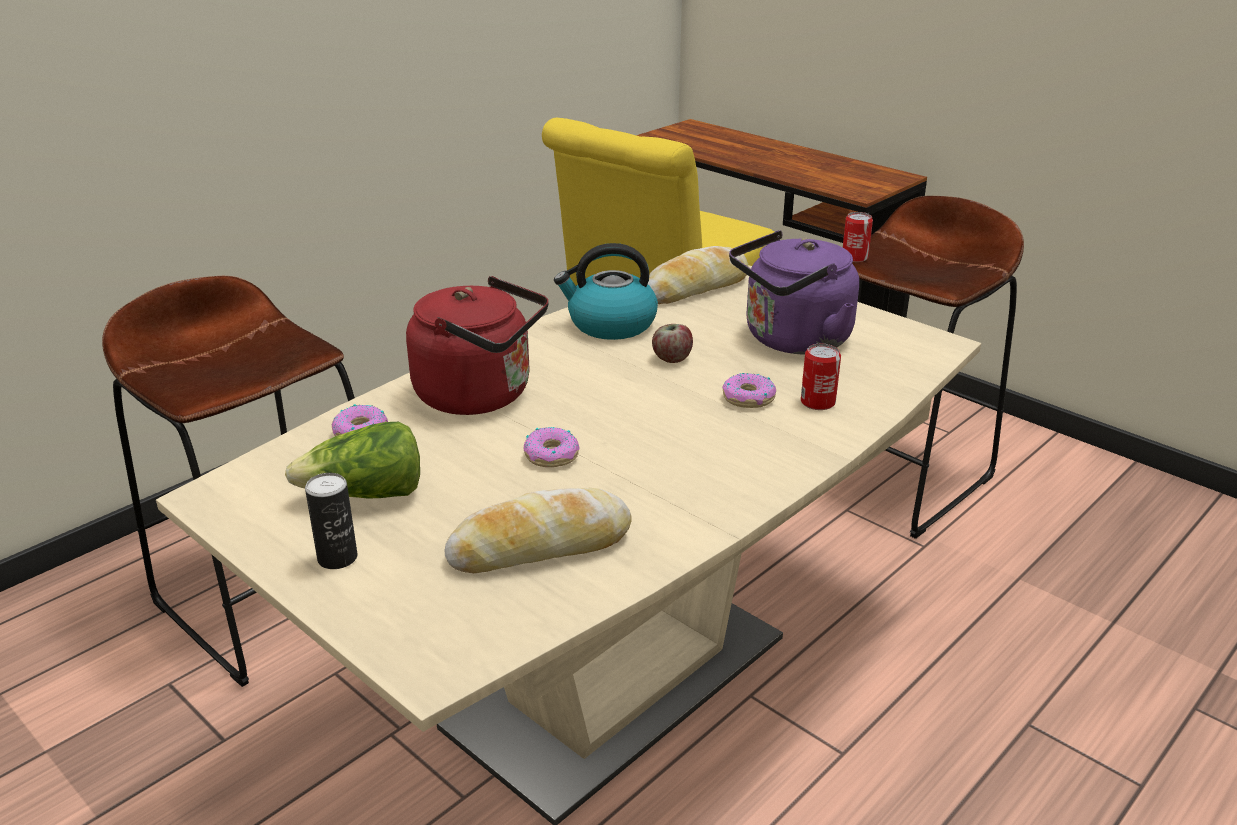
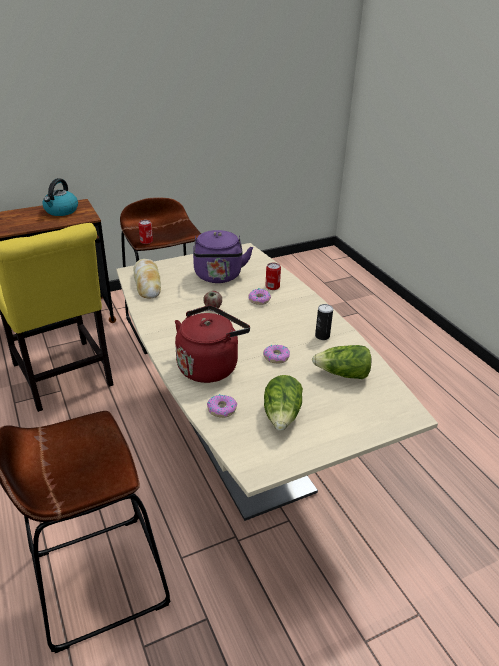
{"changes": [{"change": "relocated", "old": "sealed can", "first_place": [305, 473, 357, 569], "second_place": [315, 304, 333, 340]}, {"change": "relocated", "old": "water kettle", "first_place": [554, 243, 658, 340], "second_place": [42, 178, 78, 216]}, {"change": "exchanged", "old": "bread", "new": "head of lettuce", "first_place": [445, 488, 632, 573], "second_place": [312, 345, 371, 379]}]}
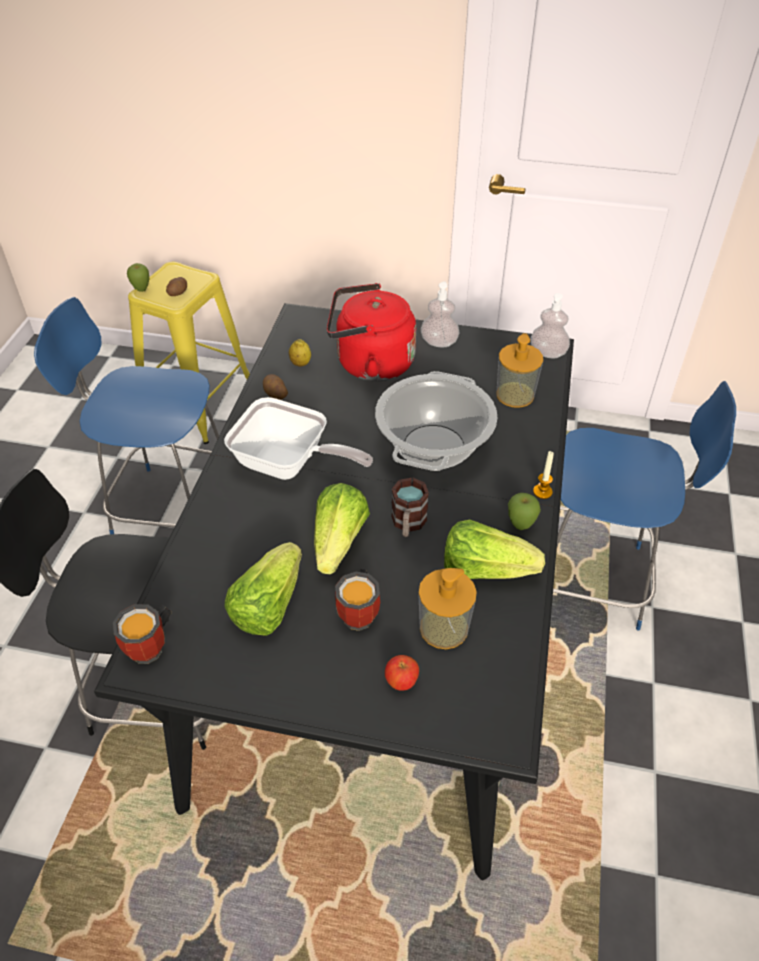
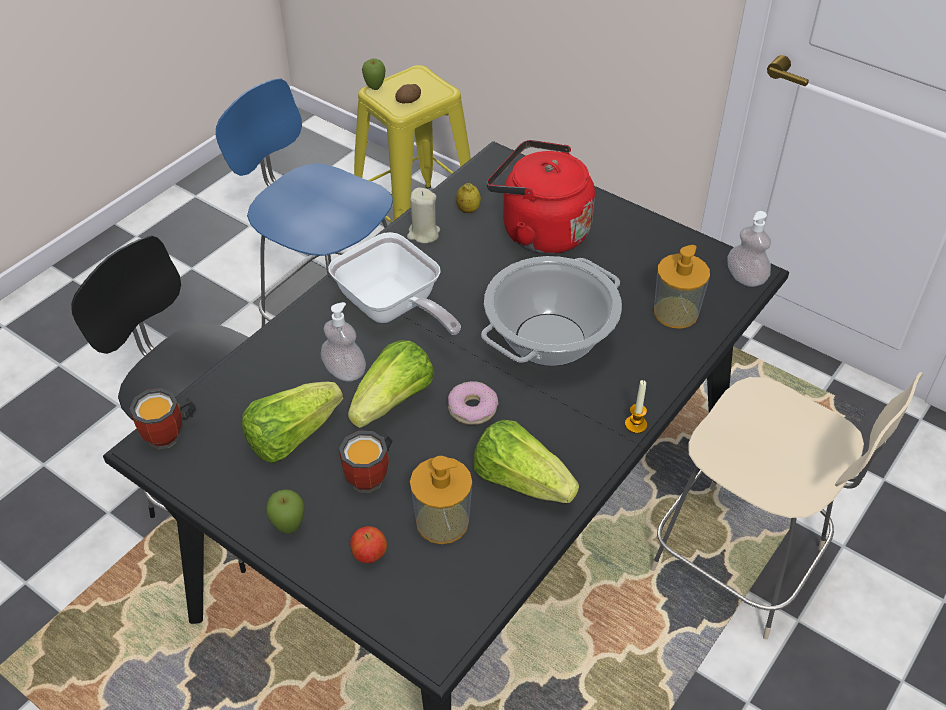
{"changes": [{"change": "relocated", "old": "liquid soap bottle", "first_place": [421, 281, 459, 347], "second_place": [321, 302, 366, 382]}, {"change": "relocated", "old": "apple fruit", "first_place": [508, 493, 541, 530], "second_place": [266, 489, 305, 534]}, {"change": "exchanged", "old": "potato", "new": "candle (beige)", "first_place": [263, 374, 288, 400], "second_place": [407, 188, 440, 243]}, {"change": "exchanged", "old": "mug", "new": "donut", "first_place": [391, 477, 429, 537], "second_place": [448, 381, 498, 425]}, {"change": "colour", "old": "chair (blue)", "new": "chair (beige)", "first_place": [553, 381, 736, 630], "second_place": [650, 372, 923, 639]}]}
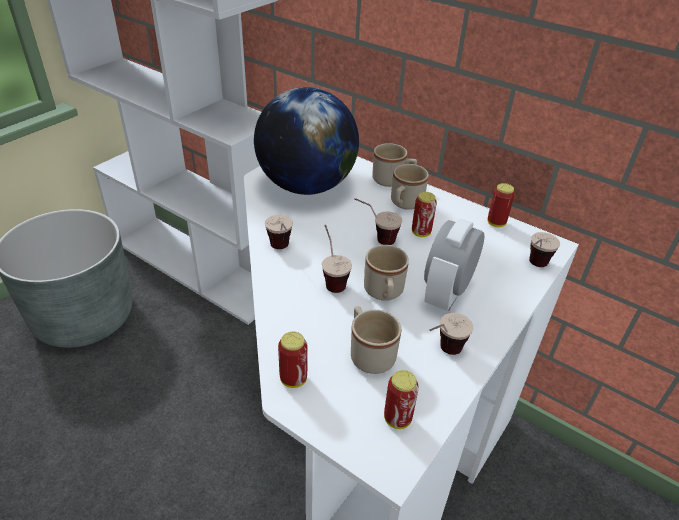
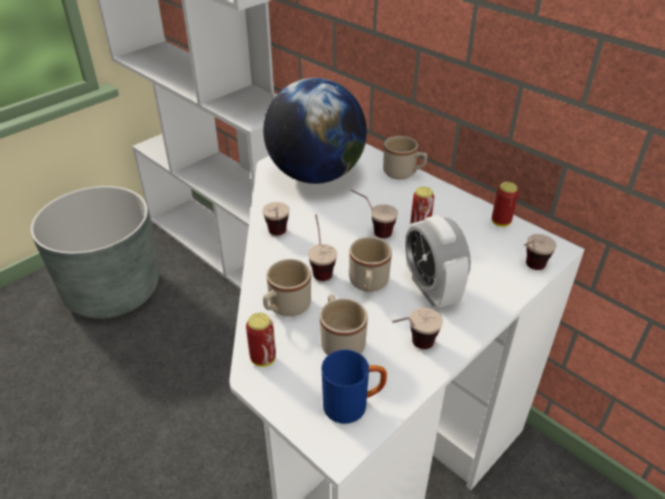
{"changes": [{"change": "relocated", "old": "mug (beige)", "first_place": [391, 164, 429, 210], "second_place": [263, 259, 311, 317]}, {"change": "exchanged", "old": "sealed can", "new": "mug (blue)", "first_place": [384, 370, 419, 429], "second_place": [322, 350, 387, 424]}, {"change": "spun", "old": "bedside clock", "first_place": [424, 218, 484, 311], "second_place": [405, 215, 471, 308], "degrees": -60}]}
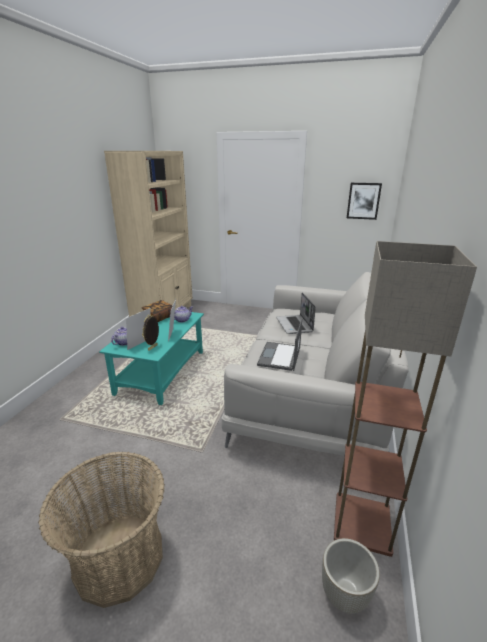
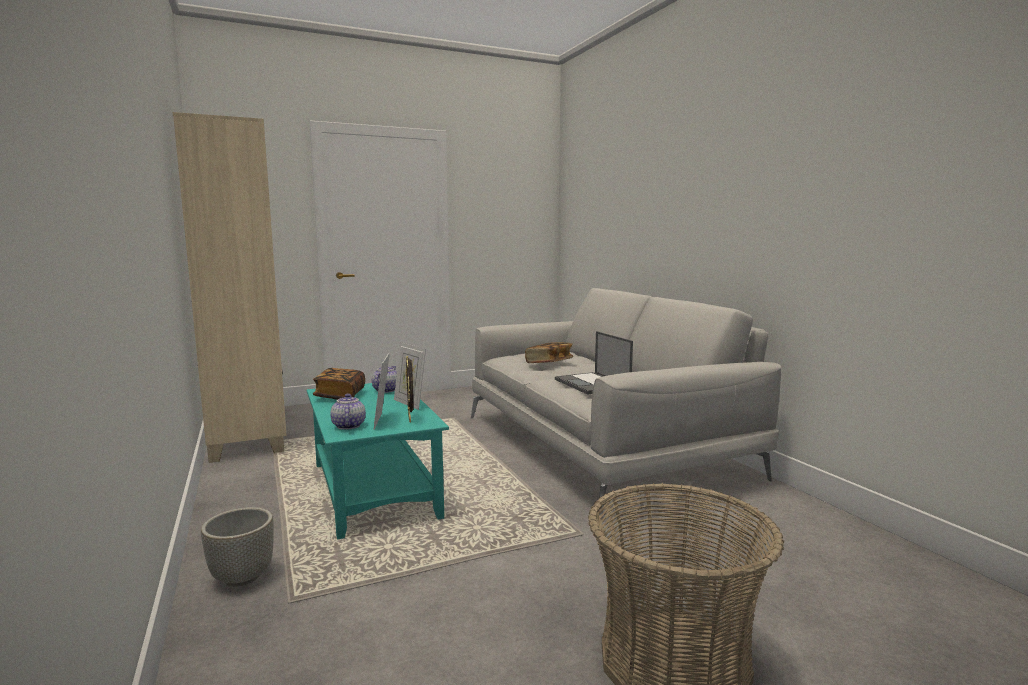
{"changes": [{"change": "missing", "old": "standing lamp", "first_place": [334, 241, 477, 557]}, {"change": "missing", "old": "wall art", "first_place": [347, 183, 382, 220]}, {"change": "relocated", "old": "plant pot (greyish)", "first_place": [322, 538, 380, 614], "second_place": [201, 507, 274, 587]}, {"change": "exchanged", "old": "laptop", "new": "book", "first_place": [276, 293, 316, 334], "second_place": [525, 342, 573, 363]}]}
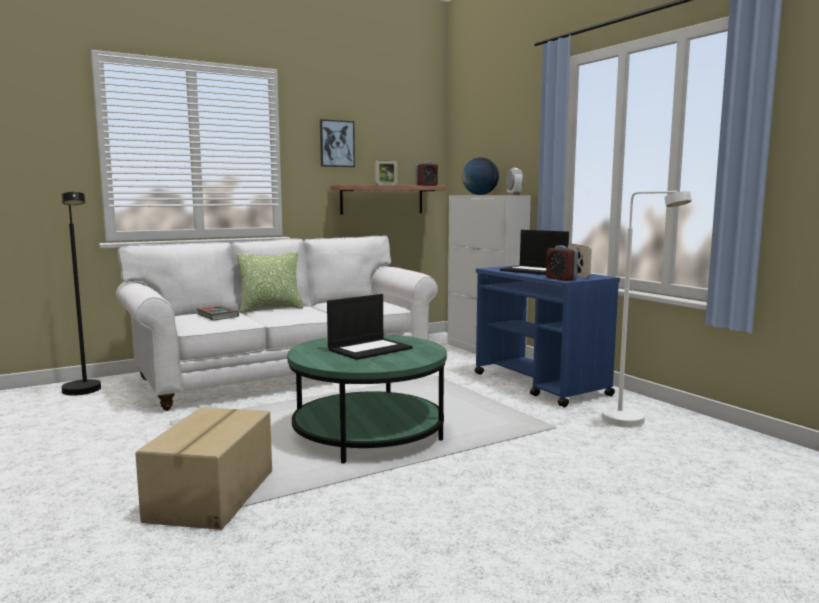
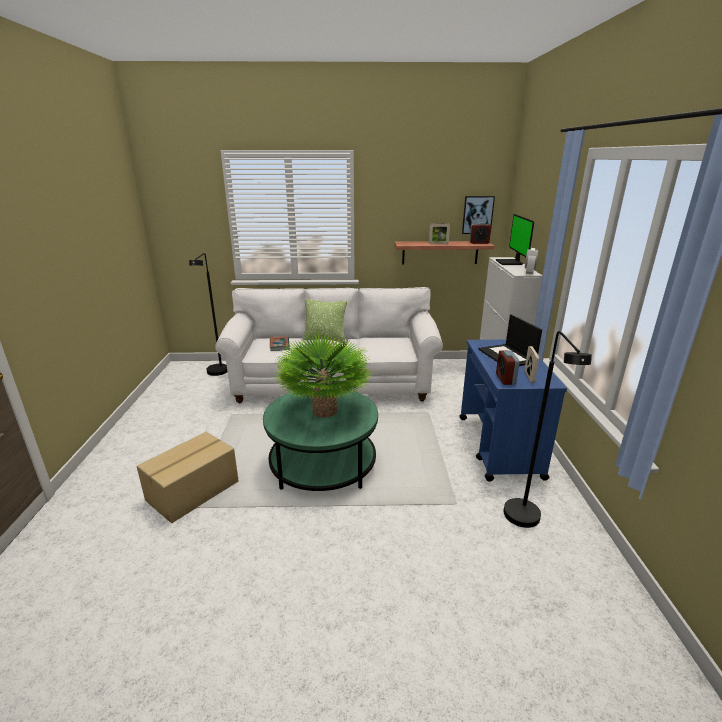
{"changes": [{"change": "relocated", "old": "wall art", "first_place": [320, 119, 355, 167], "second_place": [462, 196, 495, 234]}, {"change": "exchanged", "old": "laptop", "new": "potted plant", "first_place": [327, 294, 413, 360], "second_place": [274, 332, 373, 418]}, {"change": "exchanged", "old": "world globe", "new": "computer display", "first_place": [462, 157, 499, 195], "second_place": [496, 214, 534, 265]}, {"change": "colour", "old": "standing lamp (white)", "new": "standing lamp (black)", "first_place": [602, 191, 692, 428], "second_place": [503, 331, 592, 528]}]}
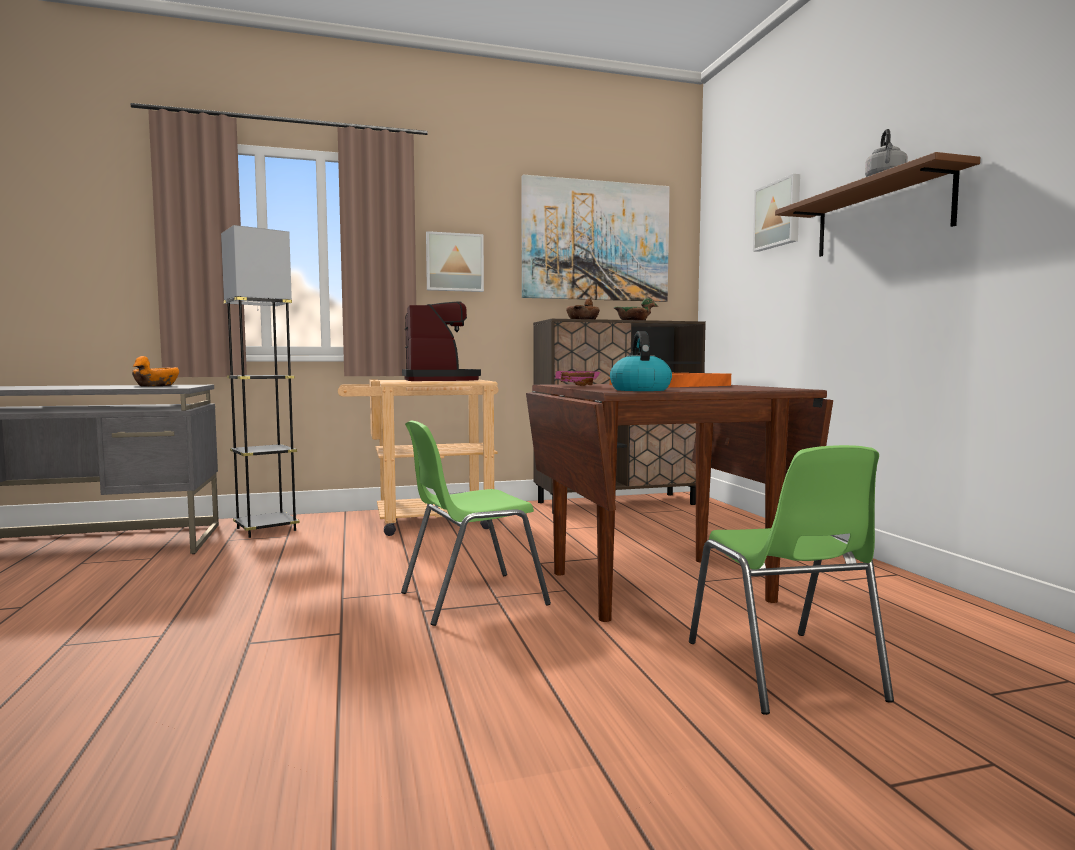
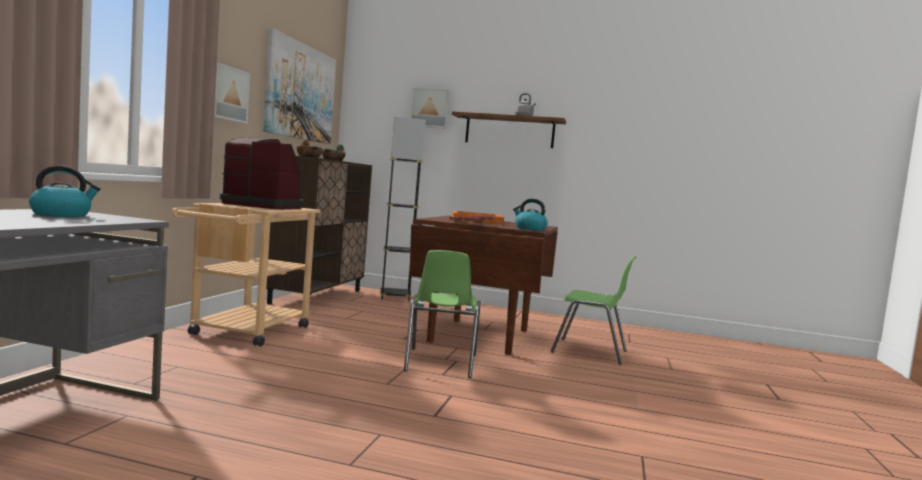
{"changes": [{"change": "relocated", "old": "standing lamp (greyish)", "first_place": [221, 225, 300, 538], "second_place": [380, 116, 426, 301]}, {"change": "exchanged", "old": "bowl (orange-coloured)", "new": "water kettle", "first_place": [132, 356, 179, 386], "second_place": [29, 166, 101, 217]}]}
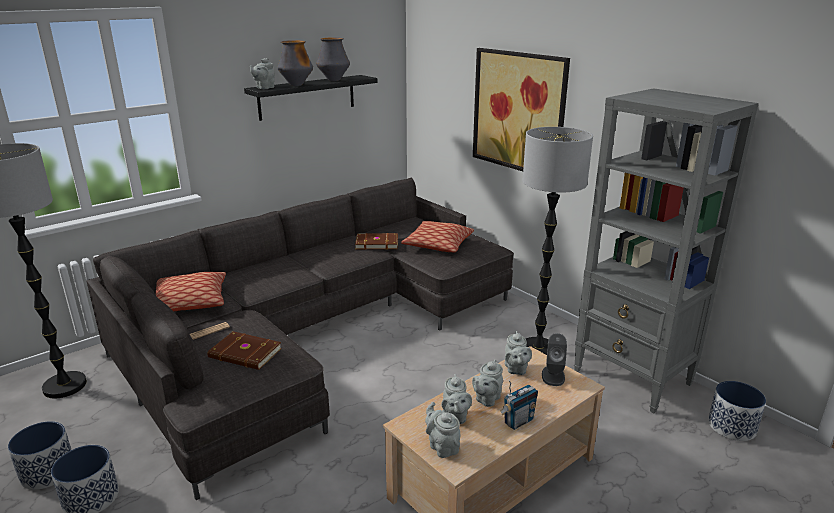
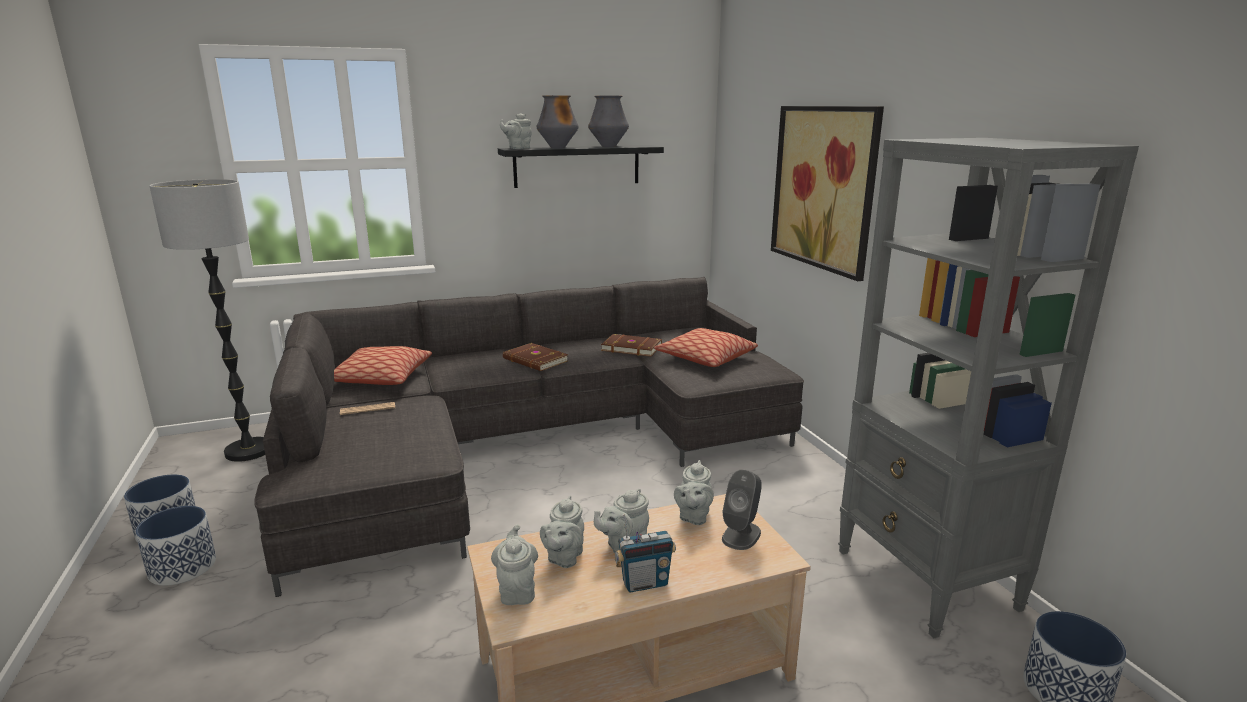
{"changes": [{"change": "missing", "old": "standing lamp", "first_place": [523, 127, 593, 355]}, {"change": "relocated", "old": "book (brownish)", "first_place": [207, 331, 282, 370], "second_place": [503, 343, 568, 371]}]}
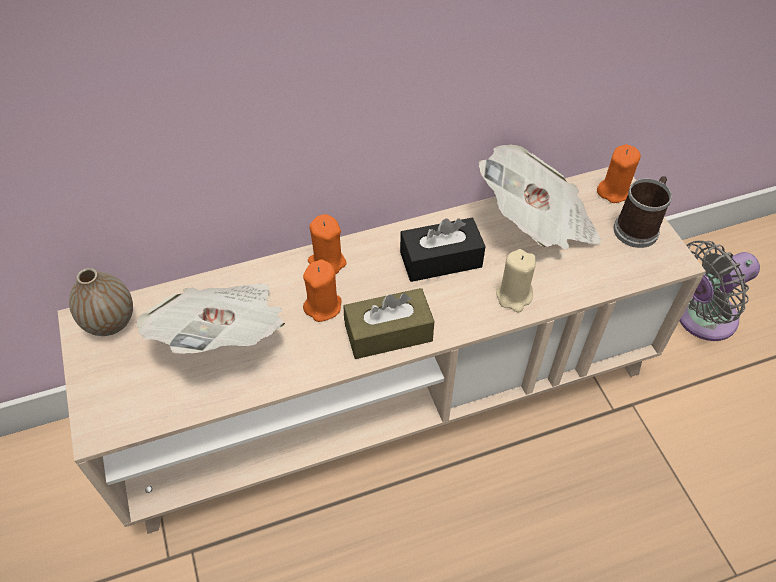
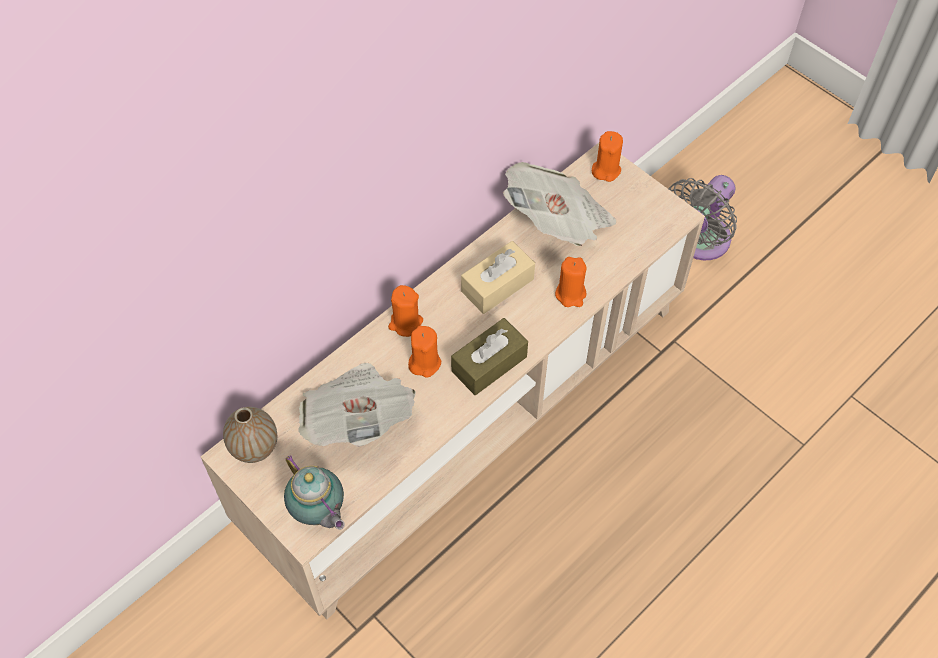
{"changes": [{"change": "missing", "old": "mug", "first_place": [614, 176, 672, 248]}, {"change": "appeared", "new": "tea pot", "second_place": [284, 455, 345, 530]}, {"change": "colour", "old": "tissue holder (black)", "new": "tissue holder (beige)", "first_place": [400, 218, 486, 282], "second_place": [461, 241, 535, 314]}, {"change": "colour", "old": "candle (beige)", "new": "candle (orange-coloured)", "first_place": [496, 249, 536, 312], "second_place": [555, 257, 587, 307]}]}
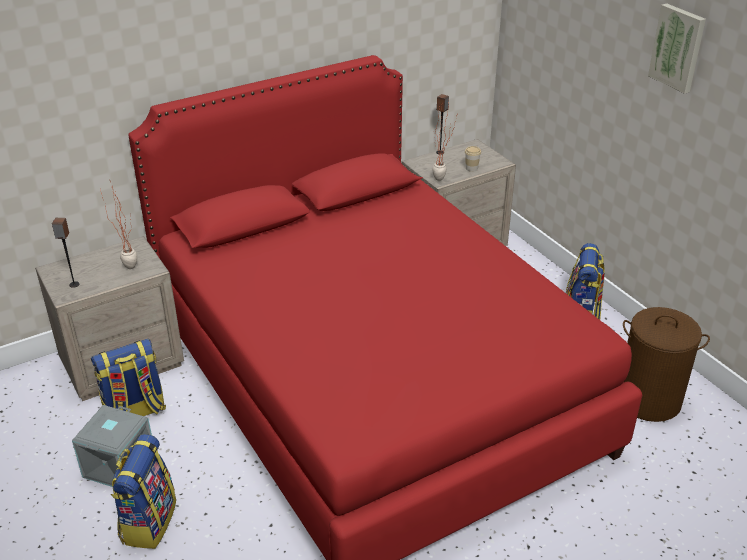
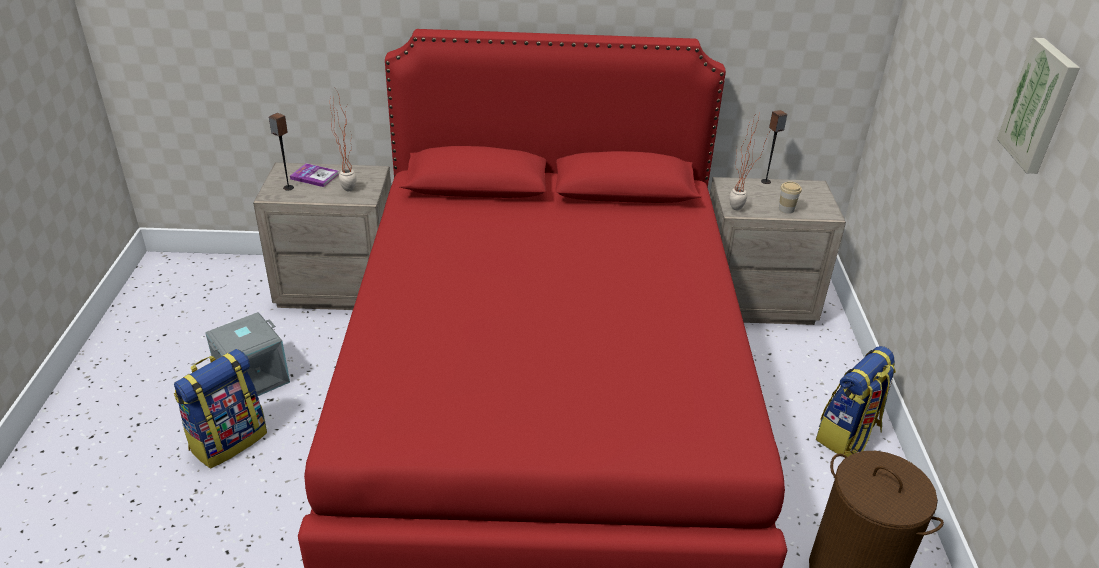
{"changes": [{"change": "missing", "old": "rucksack", "first_place": [91, 339, 166, 416]}, {"change": "appeared", "new": "book", "second_place": [290, 163, 339, 187]}]}
